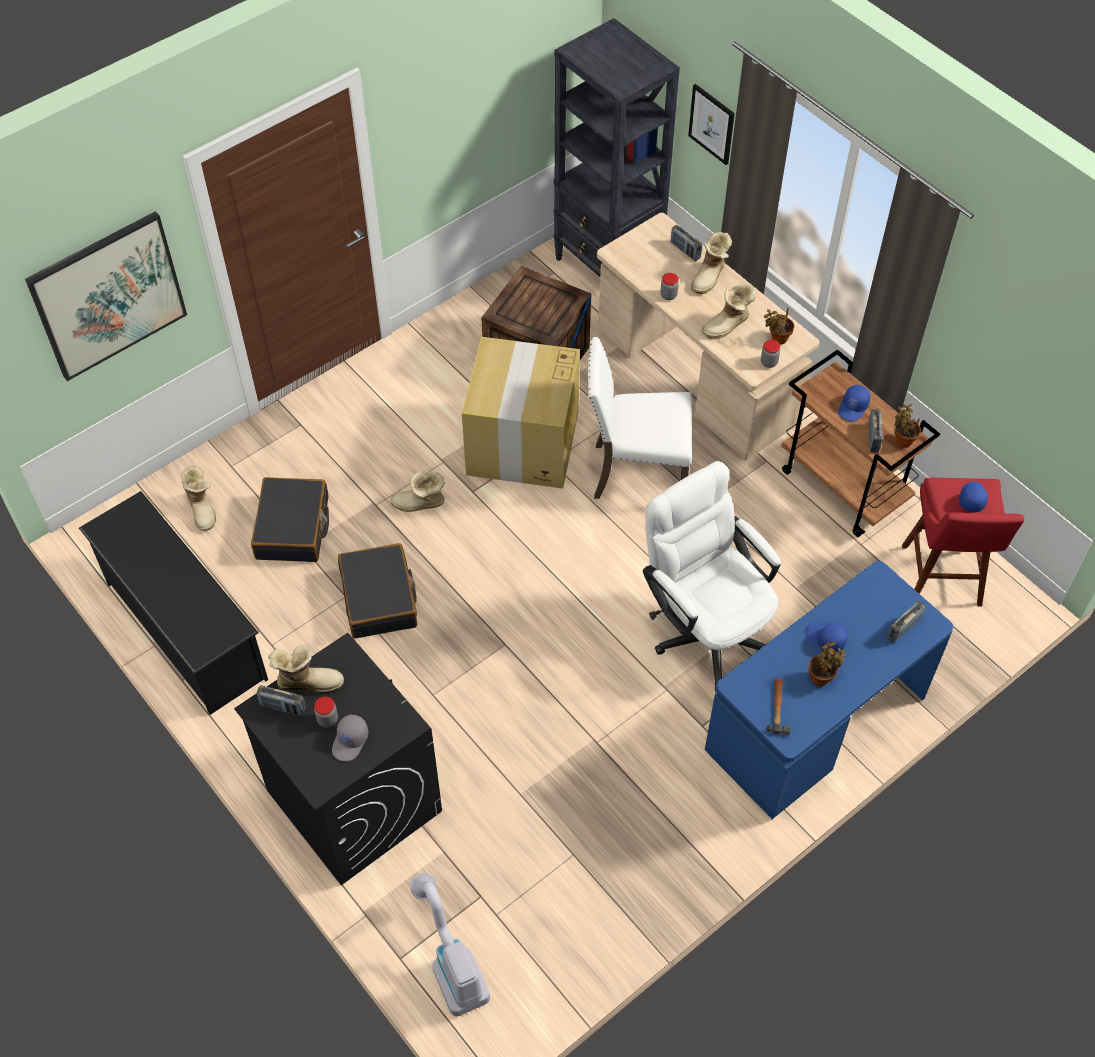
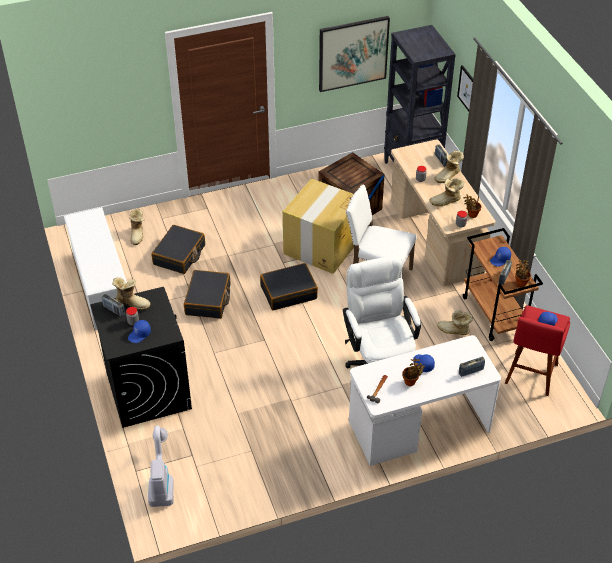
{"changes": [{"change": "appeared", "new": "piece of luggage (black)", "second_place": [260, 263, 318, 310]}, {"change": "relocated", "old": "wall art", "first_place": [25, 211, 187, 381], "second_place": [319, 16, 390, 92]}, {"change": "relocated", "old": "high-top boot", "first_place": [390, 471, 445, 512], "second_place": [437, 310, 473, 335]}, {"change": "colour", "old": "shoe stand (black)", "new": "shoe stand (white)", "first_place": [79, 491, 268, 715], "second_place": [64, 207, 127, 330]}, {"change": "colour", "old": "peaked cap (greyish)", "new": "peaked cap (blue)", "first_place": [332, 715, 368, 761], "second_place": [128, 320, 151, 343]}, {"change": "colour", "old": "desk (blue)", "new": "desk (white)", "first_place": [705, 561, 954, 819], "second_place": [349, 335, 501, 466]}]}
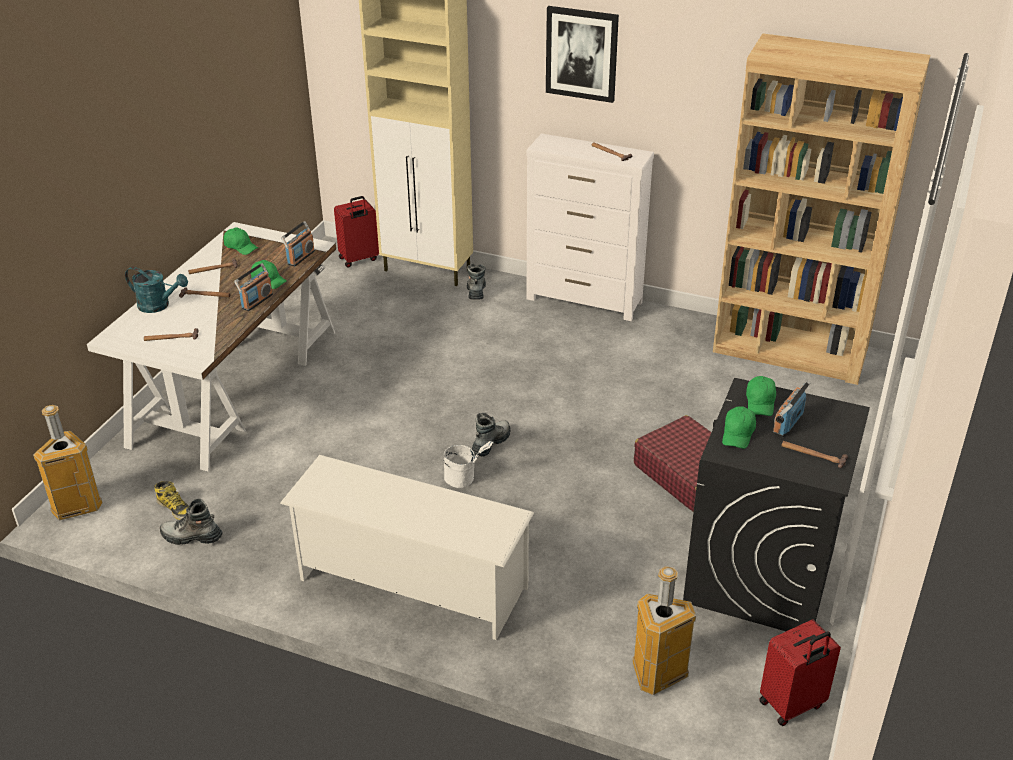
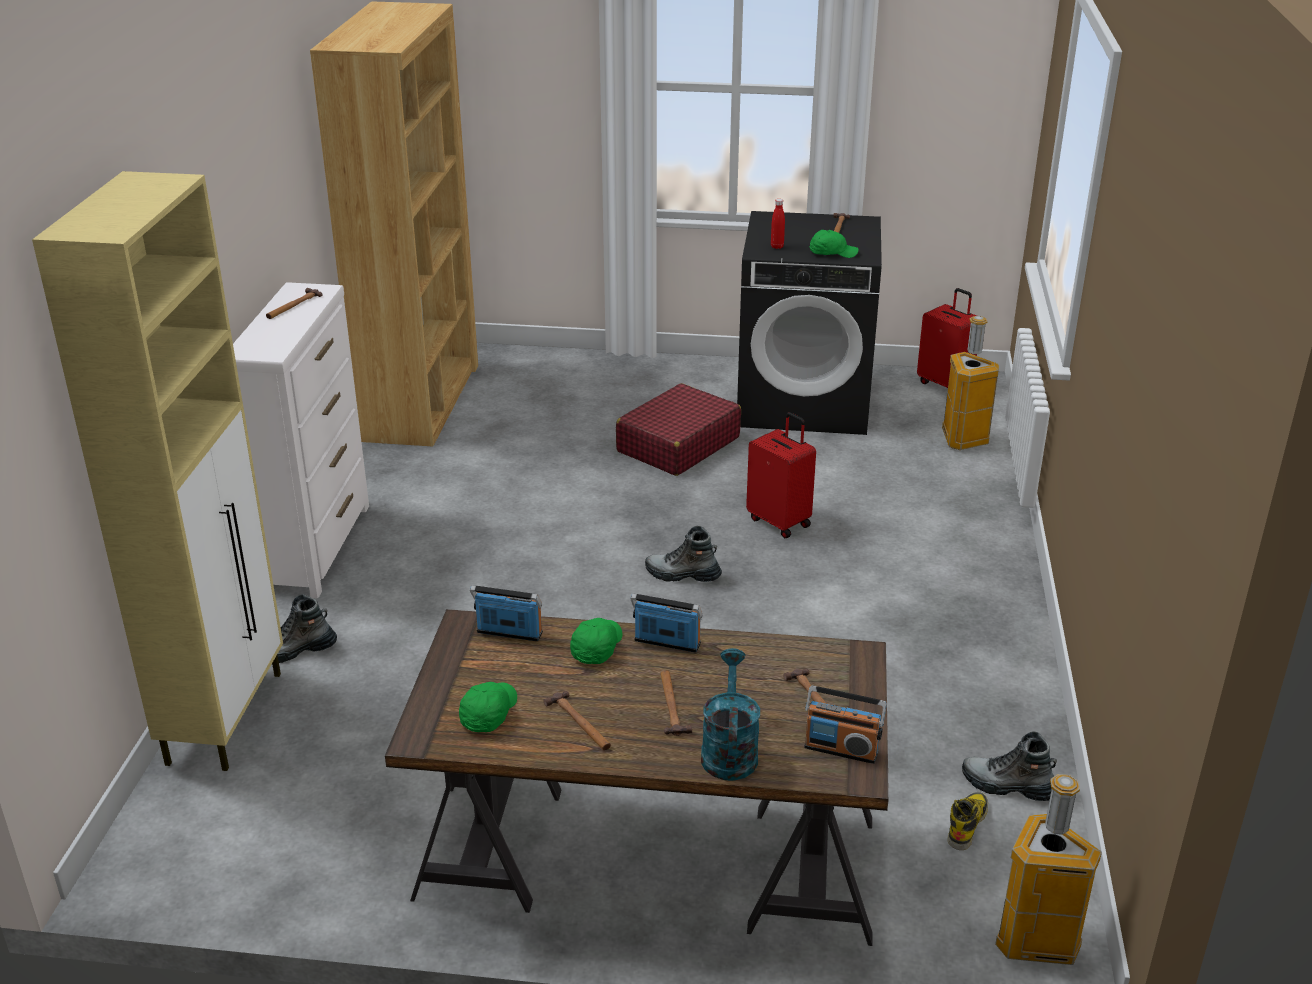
{"changes": [{"change": "missing", "old": "shoe stand (white)", "first_place": [280, 455, 534, 640]}, {"change": "missing", "old": "pail (white)", "first_place": [444, 441, 494, 488]}, {"change": "missing", "old": "wall art", "first_place": [546, 6, 619, 103]}, {"change": "relocated", "old": "piece of luggage (red)", "first_place": [334, 196, 379, 268], "second_place": [746, 412, 816, 538]}, {"change": "relocated", "old": "radio set", "first_place": [773, 381, 810, 437], "second_place": [804, 685, 887, 764]}, {"change": "exchanged", "old": "peaked cap (green)", "new": "bottle (red)", "first_place": [746, 376, 776, 416], "second_place": [771, 199, 785, 249]}, {"change": "colour", "old": "desk (white)", "new": "desk (brownish)", "first_place": [87, 222, 336, 472], "second_place": [385, 609, 889, 946]}, {"change": "spun", "old": "high-top boot", "first_place": [160, 499, 223, 545], "second_place": [962, 731, 1057, 801], "degrees": 120}]}
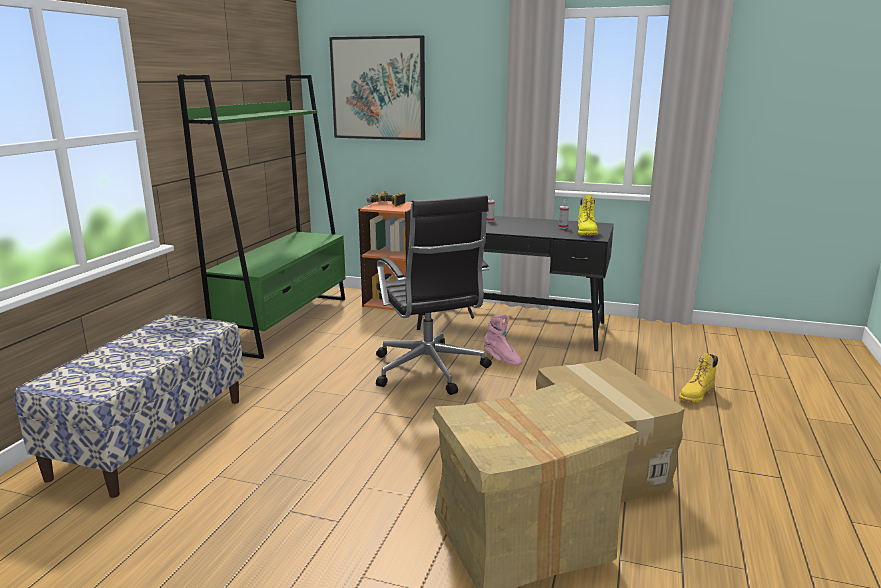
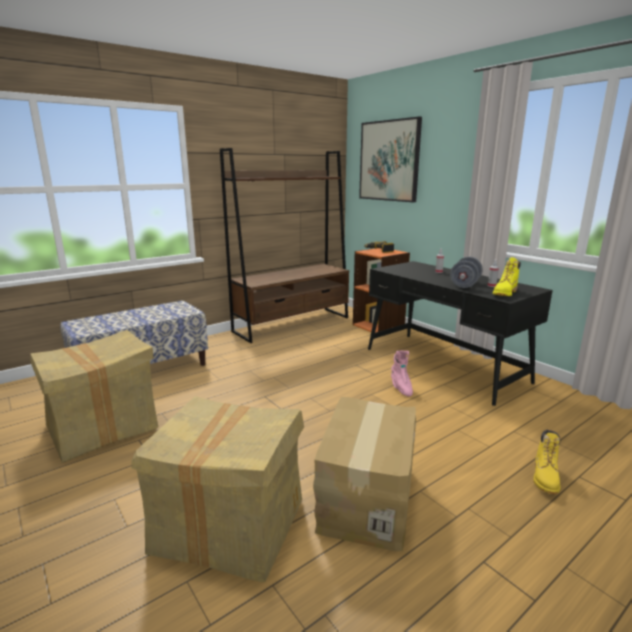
{"changes": [{"change": "missing", "old": "office chair (black)", "first_place": [376, 195, 492, 395]}, {"change": "appeared", "new": "cardboard box", "second_place": [30, 330, 158, 462]}, {"change": "appeared", "new": "dumbbell (greyish)", "second_place": [450, 257, 483, 288]}, {"change": "colour", "old": "bookcase (green)", "new": "bookcase (brownish)", "first_place": [177, 75, 346, 359], "second_place": [220, 148, 349, 343]}, {"change": "spun", "old": "high-top boot (yellowish)", "first_place": [679, 353, 718, 402], "second_place": [533, 430, 561, 494], "degrees": -60}]}
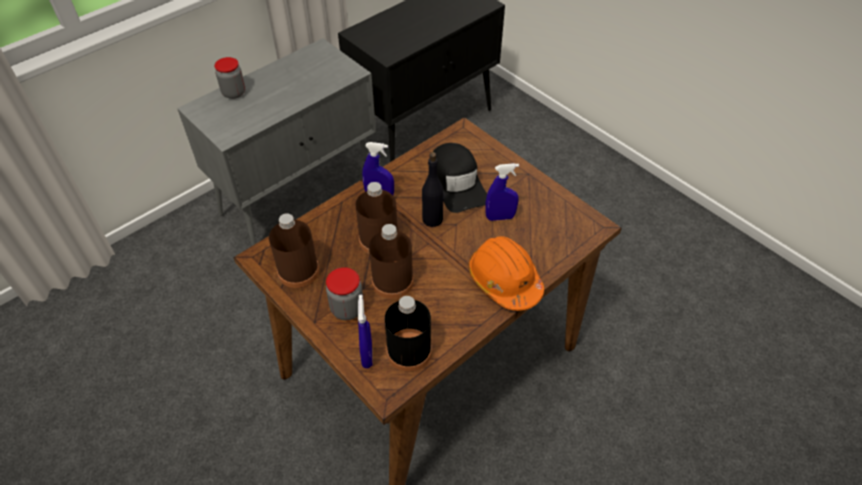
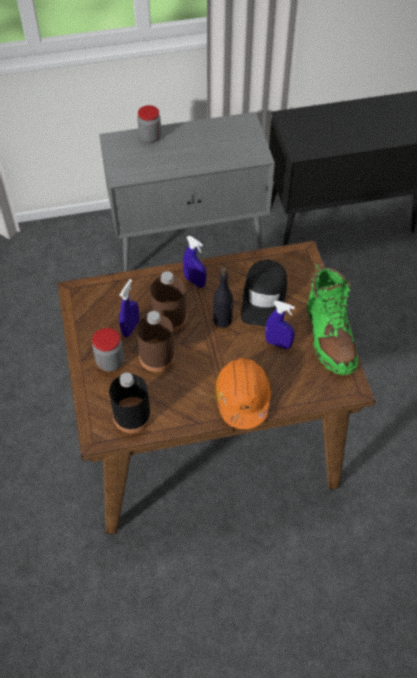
{"changes": [{"change": "missing", "old": "bottle (brownish)", "first_place": [269, 213, 319, 288]}, {"change": "appeared", "new": "high-top boot (green)", "second_place": [307, 261, 358, 375]}, {"change": "relocated", "old": "sprayer (blue)", "first_place": [358, 295, 372, 368], "second_place": [119, 279, 139, 337]}]}
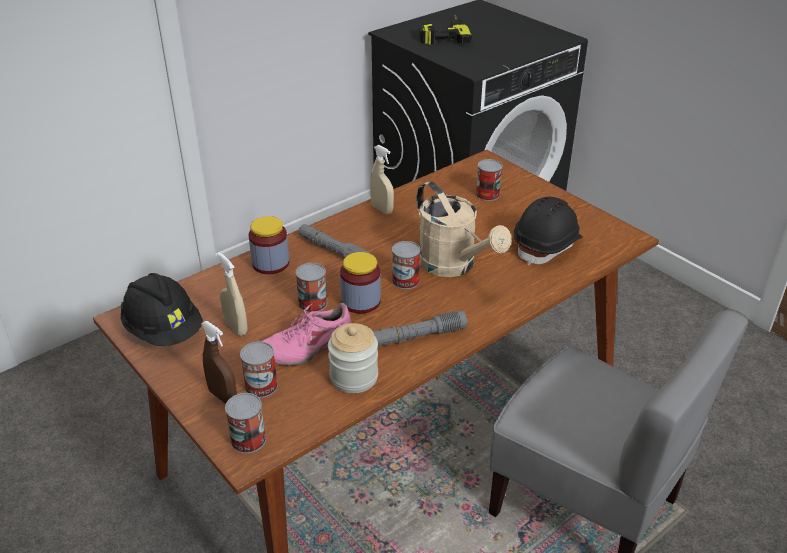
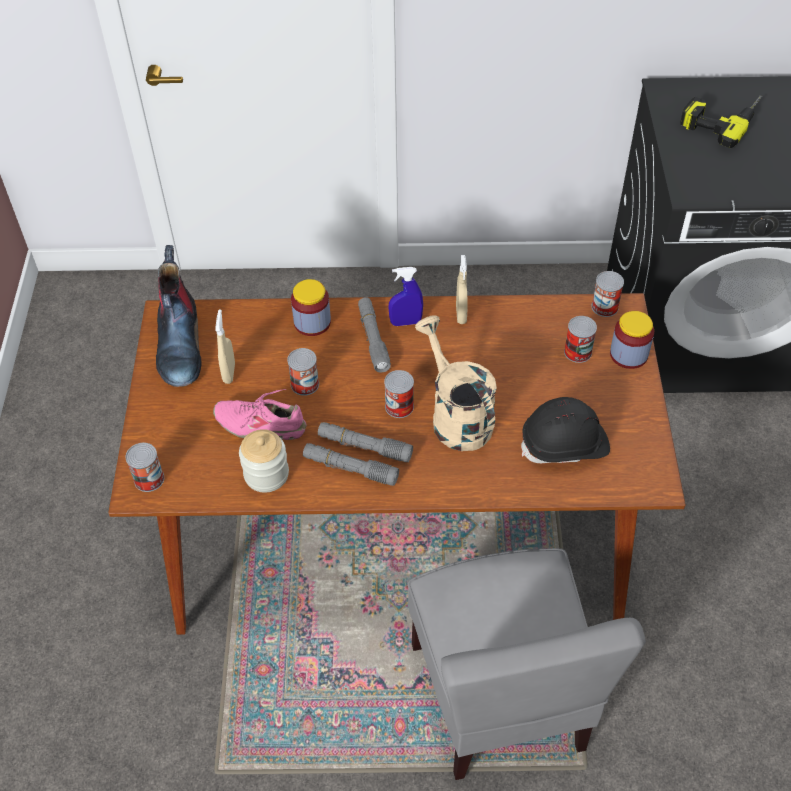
{"changes": [{"change": "missing", "old": "sprayer (brownish)", "first_place": [201, 321, 237, 404]}, {"change": "appeared", "new": "flashlight (greyish)", "second_place": [318, 422, 413, 462]}, {"change": "appeared", "new": "sprayer (blue)", "second_place": [388, 267, 423, 326]}, {"change": "relocated", "old": "sealed can", "first_place": [240, 341, 278, 398], "second_place": [591, 271, 624, 317]}, {"change": "relocated", "old": "jar", "first_place": [340, 252, 381, 314], "second_place": [610, 311, 654, 369]}, {"change": "exchanged", "old": "safety helmet (black)", "new": "high-top boot", "first_place": [121, 273, 203, 346], "second_place": [156, 245, 201, 387]}, {"change": "spun", "old": "watering pot (beige)", "first_place": [416, 181, 511, 277], "second_place": [415, 315, 497, 451], "degrees": 150}]}
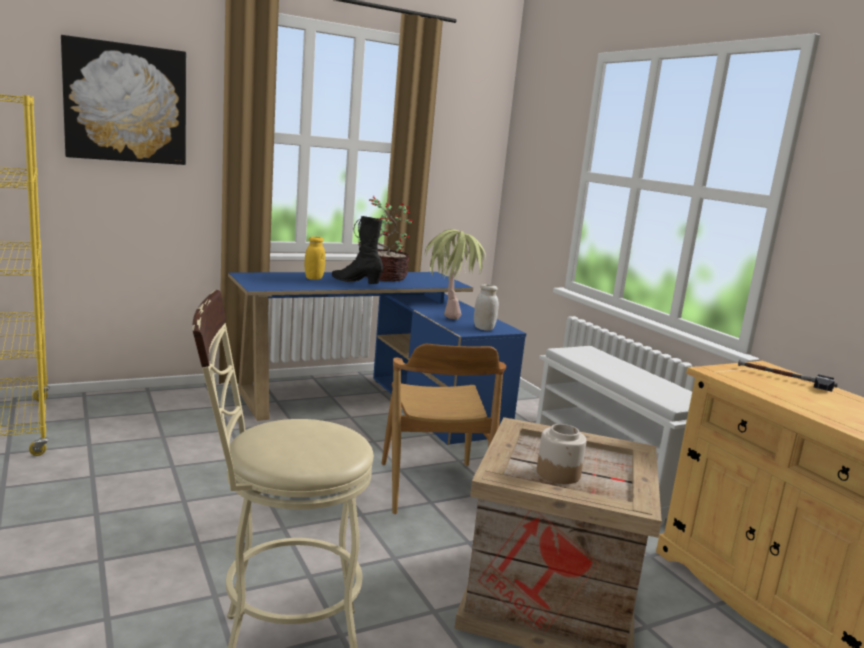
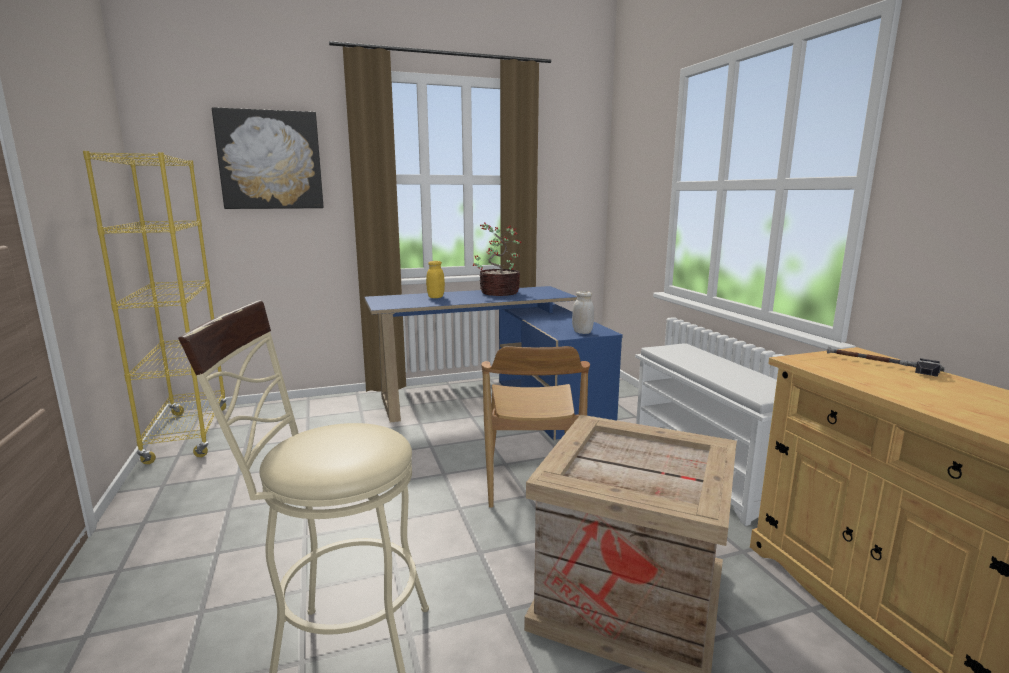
{"changes": [{"change": "missing", "old": "high-top boot (black)", "first_place": [332, 216, 383, 284]}, {"change": "missing", "old": "potted plant", "first_place": [425, 229, 486, 320]}, {"change": "missing", "old": "jar", "first_place": [537, 424, 587, 484]}]}
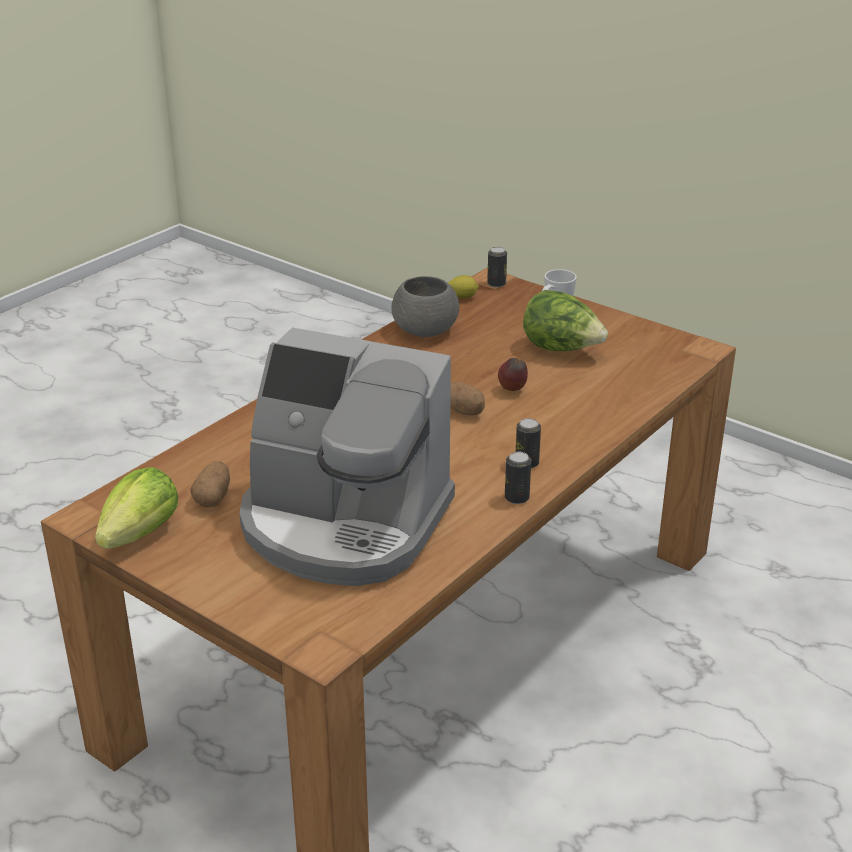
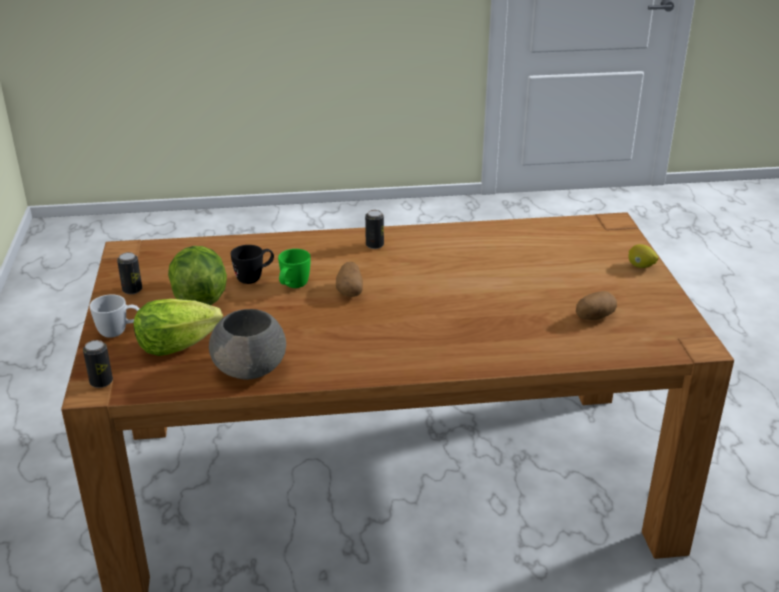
{"changes": [{"change": "missing", "old": "coffee brewer", "first_place": [239, 327, 455, 586]}, {"change": "appeared", "new": "mug (black)", "second_place": [231, 245, 274, 284]}, {"change": "relocated", "old": "head of lettuce", "first_place": [95, 467, 178, 549], "second_place": [134, 299, 223, 356]}, {"change": "relocated", "old": "citrus fruit", "first_place": [448, 275, 479, 299], "second_place": [628, 244, 659, 268]}, {"change": "relocated", "old": "sealed can", "first_place": [505, 451, 531, 504], "second_place": [117, 252, 142, 294]}, {"change": "exchanged", "old": "apple fruit", "new": "mug (green)", "first_place": [498, 358, 528, 391], "second_place": [278, 249, 311, 288]}]}
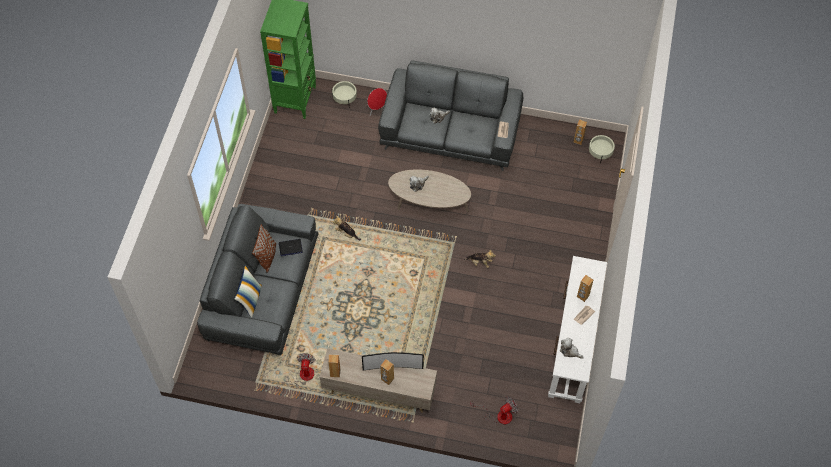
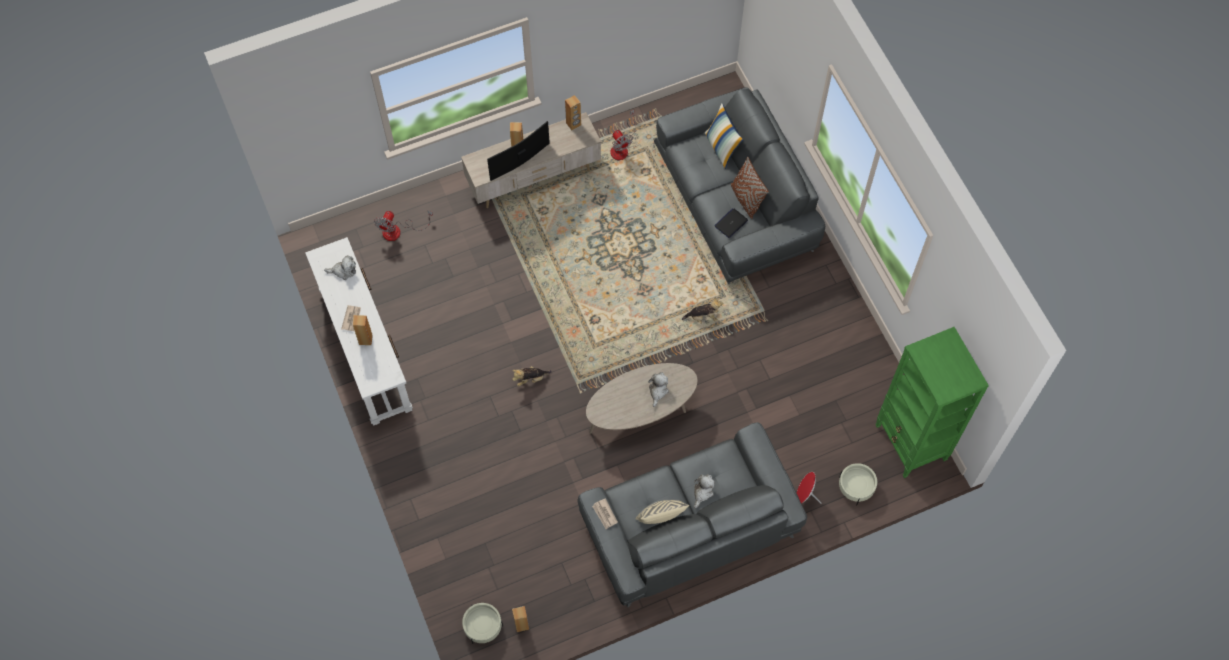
{"changes": [{"change": "appeared", "new": "pillow (beige)", "second_place": [635, 500, 689, 524]}]}
